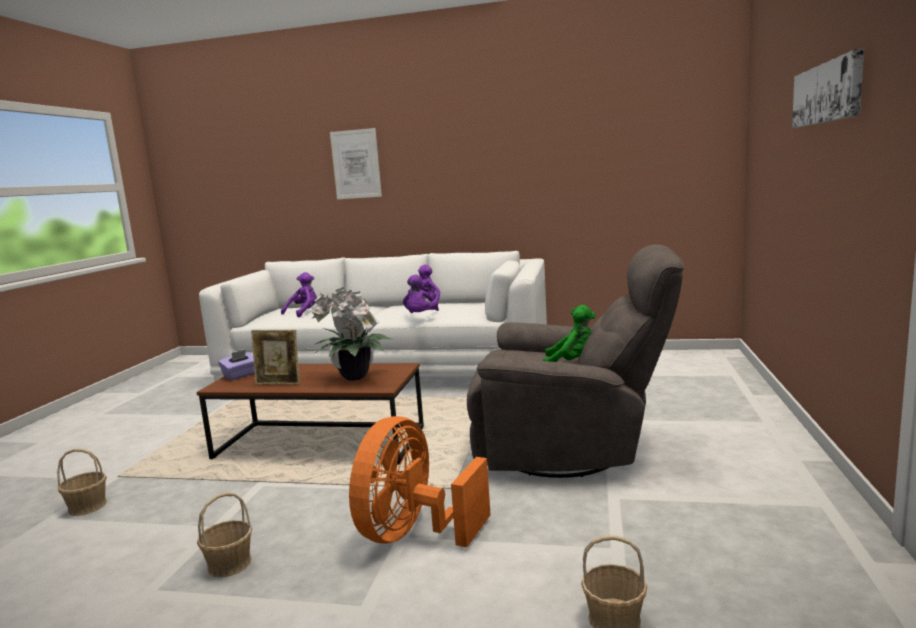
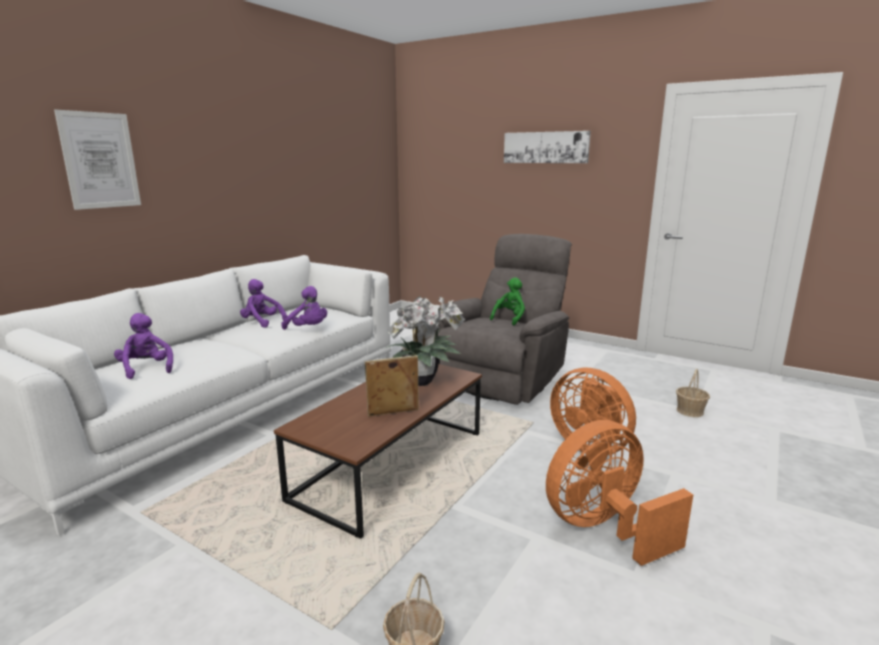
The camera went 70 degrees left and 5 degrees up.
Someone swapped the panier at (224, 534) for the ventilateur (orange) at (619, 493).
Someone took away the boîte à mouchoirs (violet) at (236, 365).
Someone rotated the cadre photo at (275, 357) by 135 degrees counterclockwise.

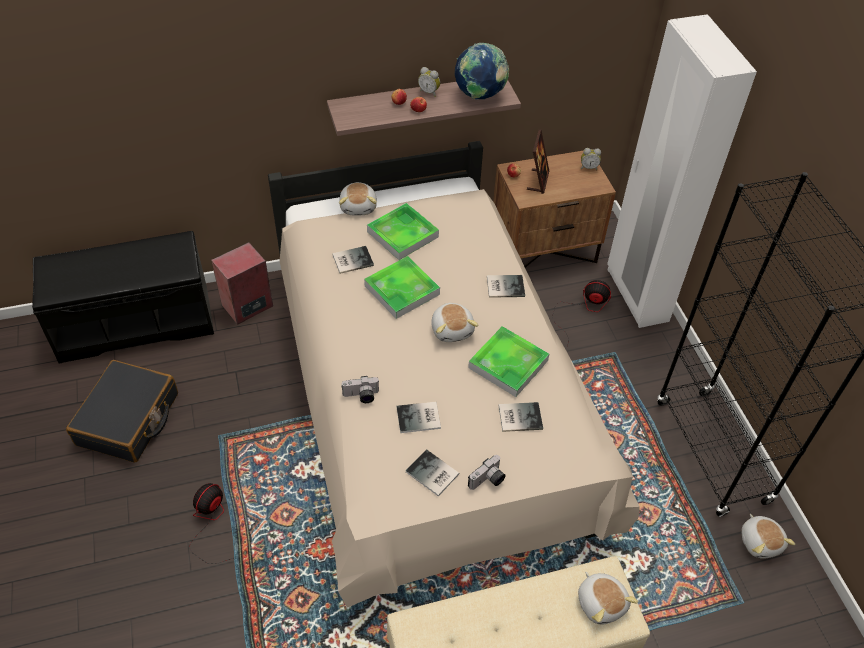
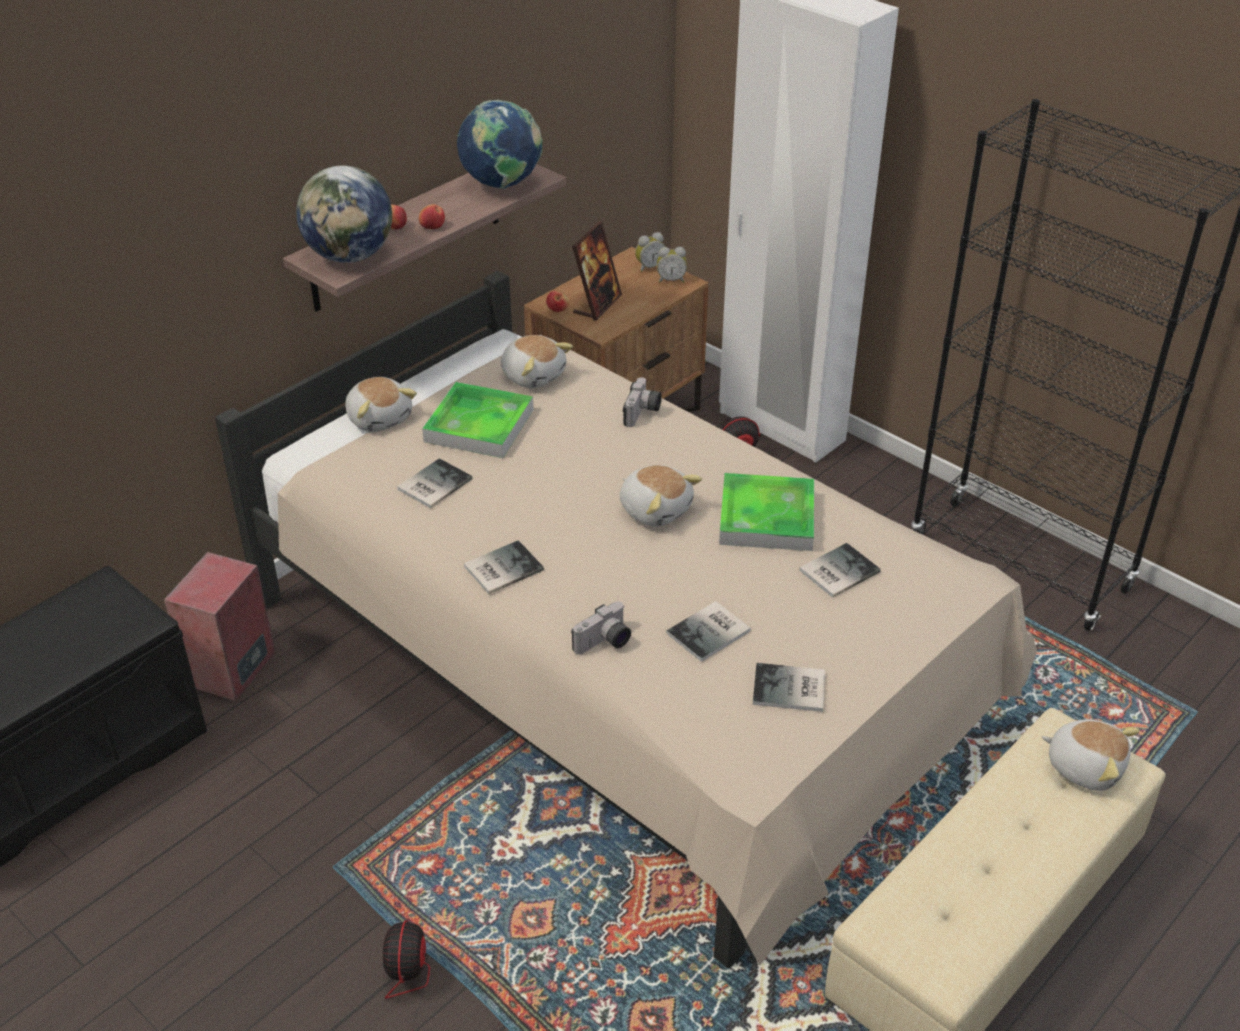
The camera went 30 degrees left and 10 degrees down.
Someone took away the valise (noir) at (122, 411).
Someone took away the plateau at (402, 287).
Someone carried the réveil from (429, 82) to (672, 265).
Someone carried the appareil photo from (487, 472) to (642, 402).
Someone carried the livre from (506, 286) to (504, 567).
Someone rotated the cadre photo at (538, 162) by 45 degrees clockwise.
Someone carried the peluche from (768, 536) to (537, 361).
Someone put down the globe at (344, 214).

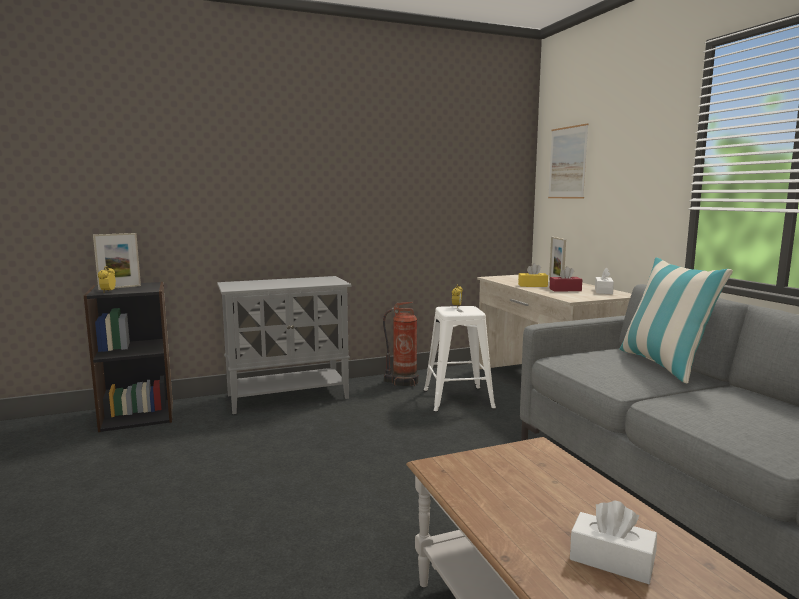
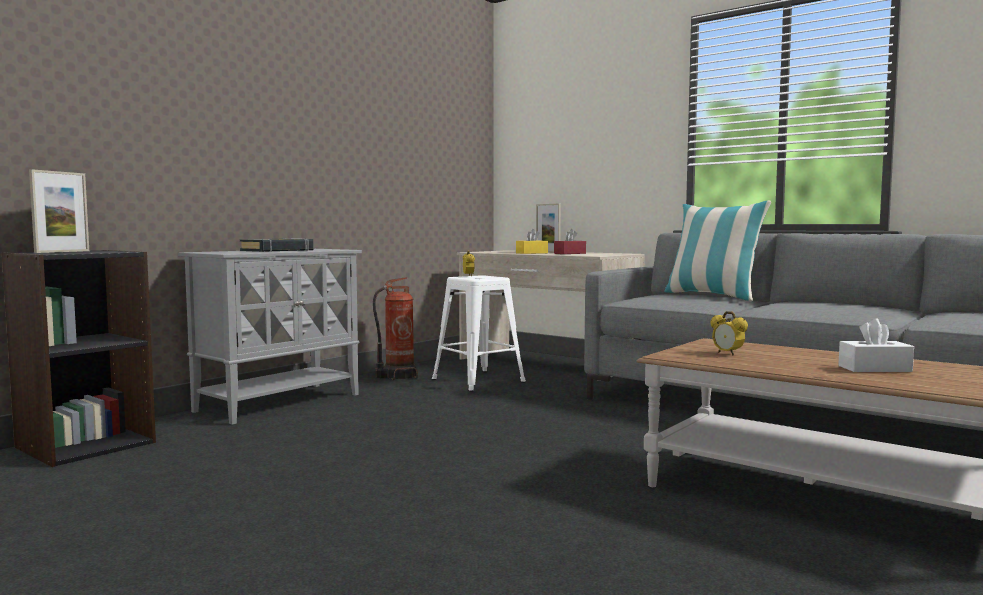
The camera went 30 degrees left and 5 degrees down.
Someone carried the réveil from (107, 279) to (729, 333).
Someone took away the tableau at (568, 161).
Someone took away the boîte à mouchoirs (blanc) at (604, 280).
Someone put down the livre (noir) at (277, 245).

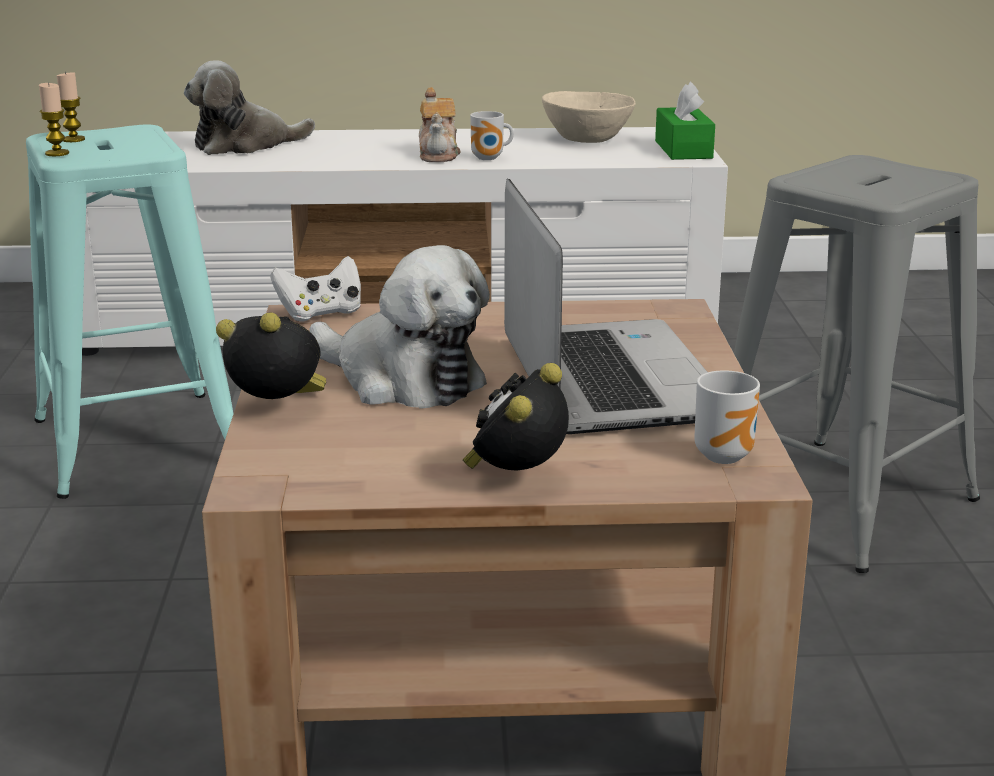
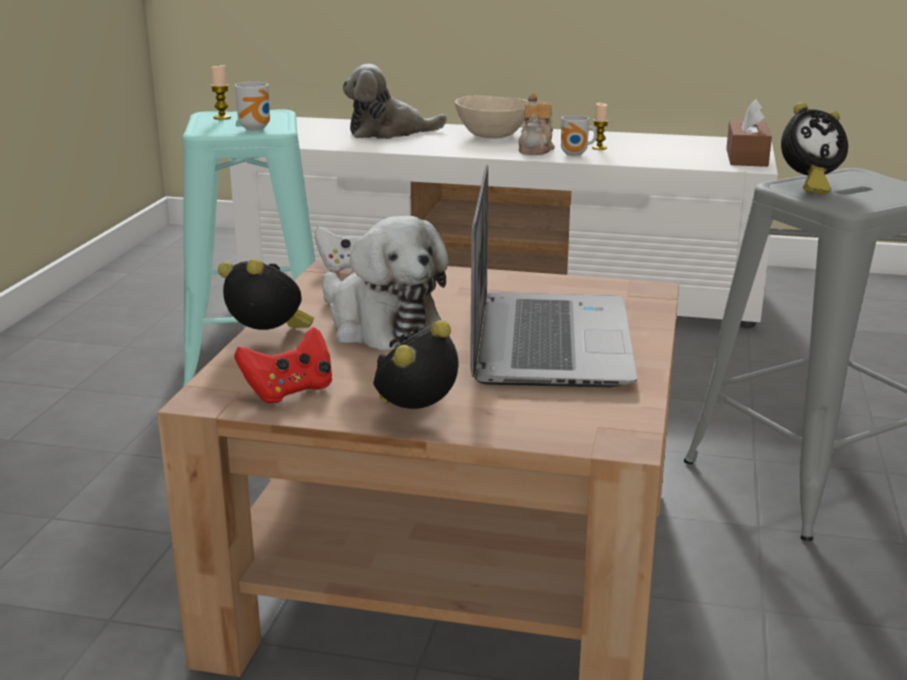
The camera went 15 degrees right and 0 degrees up.
Someone carried the bougie from (54, 119) to (600, 126).
Someone carried the bol (beige) from (589, 117) to (491, 116).
Someone repainted the boîte à mouchoirs (vert) at (685, 121), which became the boîte à mouchoirs (marron) at (749, 133).
Someone carried the mug from (727, 417) to (253, 106).
Someone put down the manette (rouge) at (283, 365).
Someone put down the réveil at (814, 148).

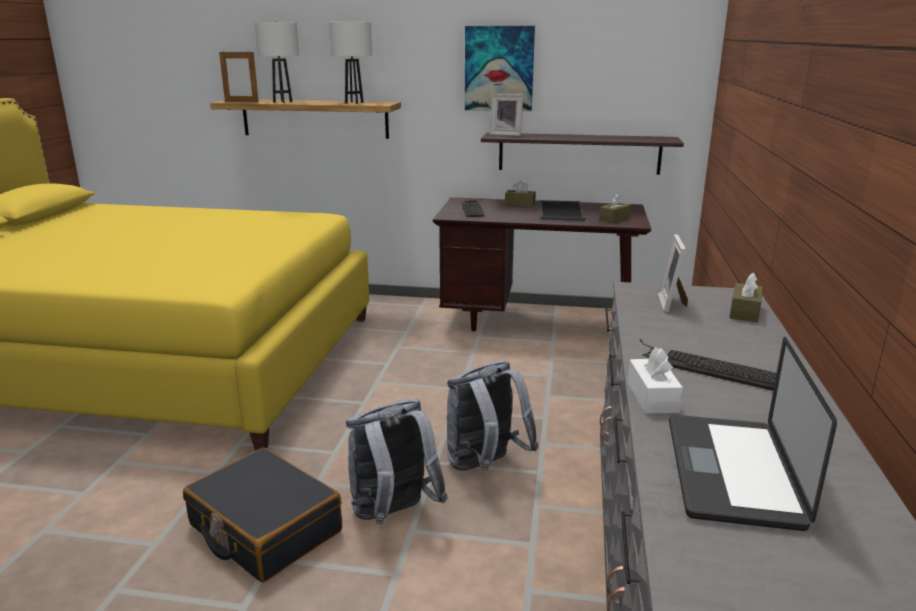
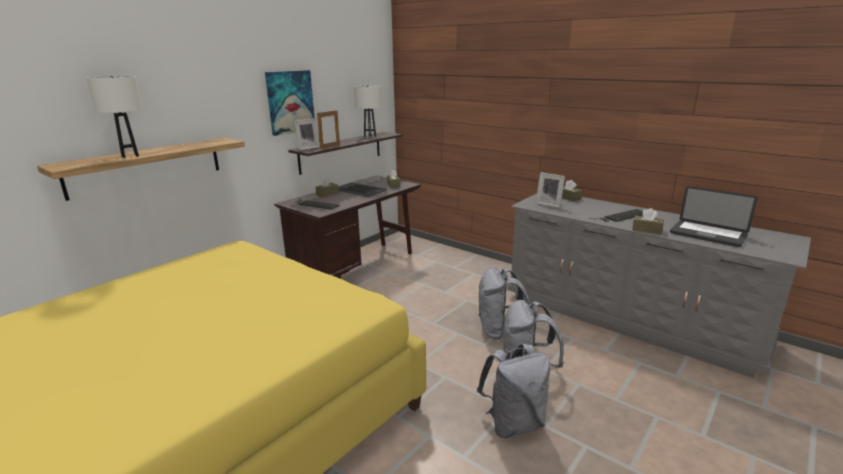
The camera went 60 degrees left and 0 degrees up.
Someone swapped the valise (noir) at (262, 515) for the sac à dos (gris) at (513, 391).
Someone carried the cadre photo from (239, 76) to (328, 129).
Someone carried the lampe de table (blanc) from (350, 62) to (368, 111).
Someone repainted the boîte à mouchoirs (blanc) at (655, 380), which became the boîte à mouchoirs (marron) at (648, 221).

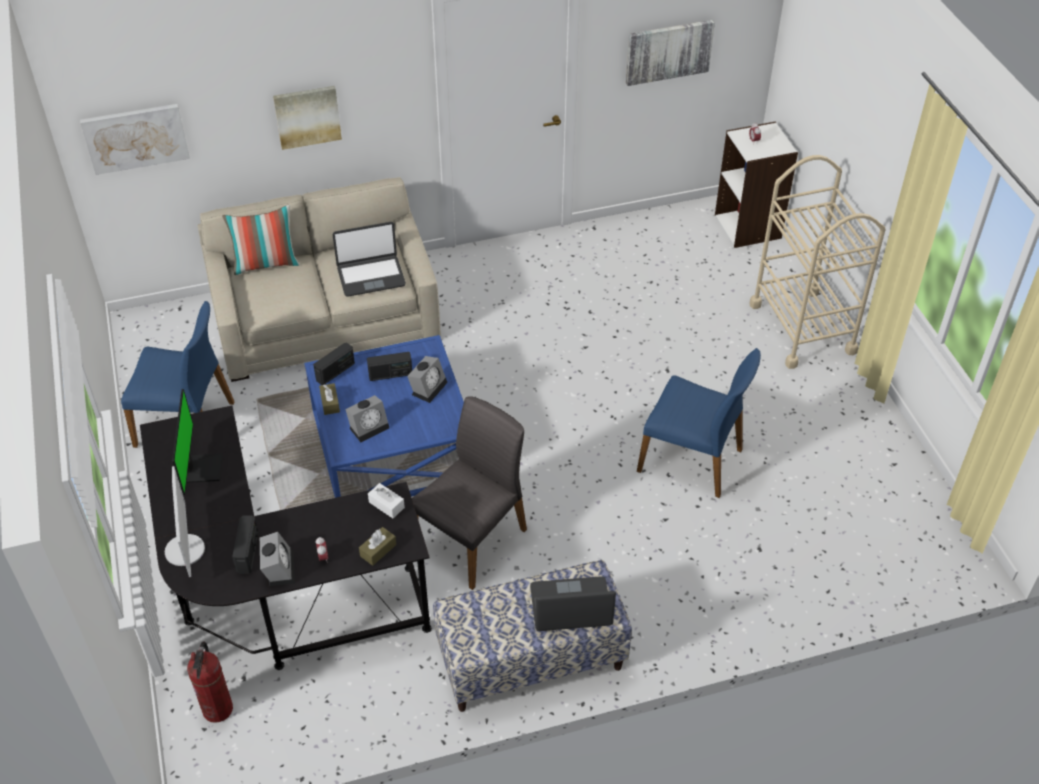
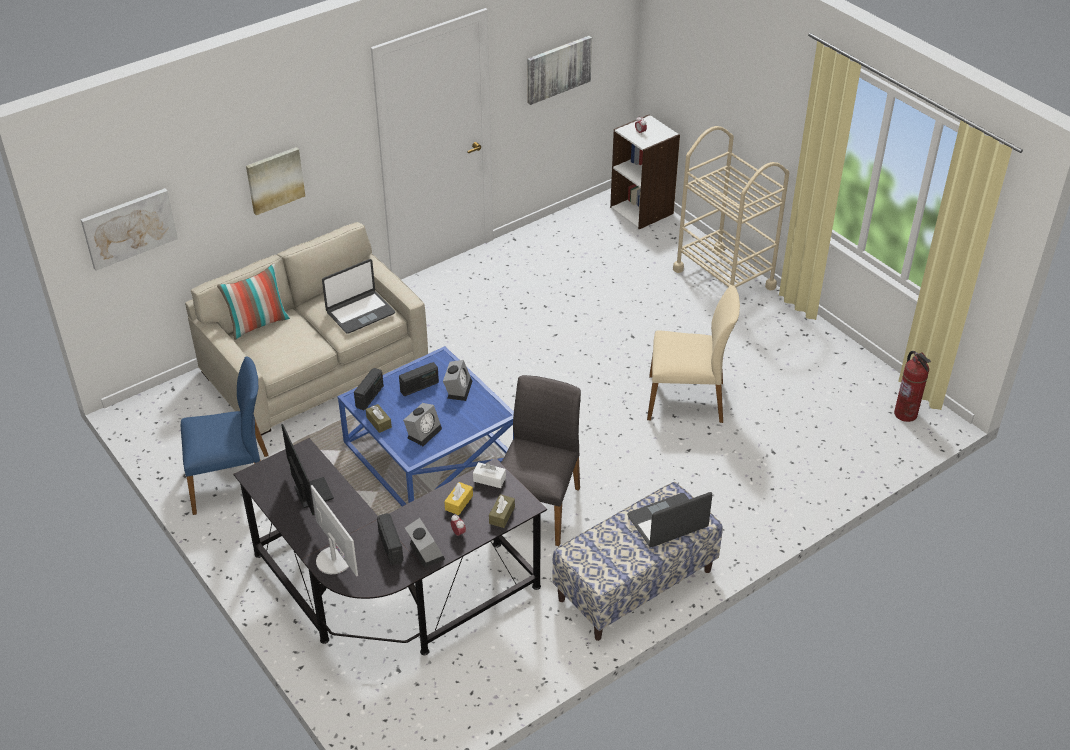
The camera went 20 degrees left and 5 degrees down.
Someone carried the extincteur from (210, 682) to (912, 386).
Someone repainted the chaise (bleu) at (699, 423), which became the chaise (beige) at (693, 354).
Someone put down the boîte à mouchoirs (jaune) at (458, 498).

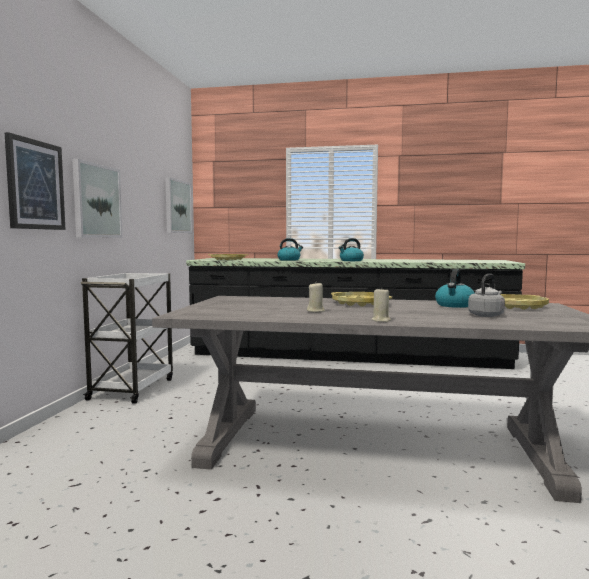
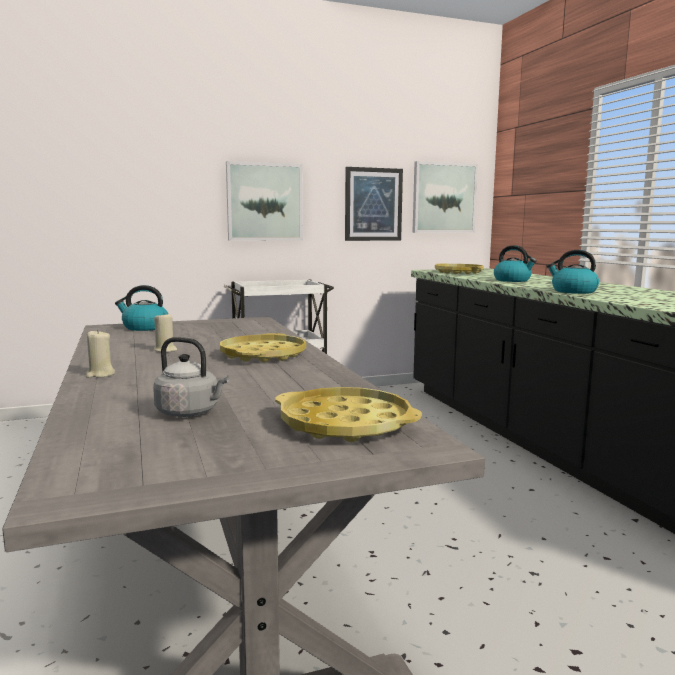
The camera went 60 degrees right and 5 degrees up.
Someone carried the tableau from (34, 181) to (374, 204).
Someone carried the bouilloire from (455, 288) to (141, 308).

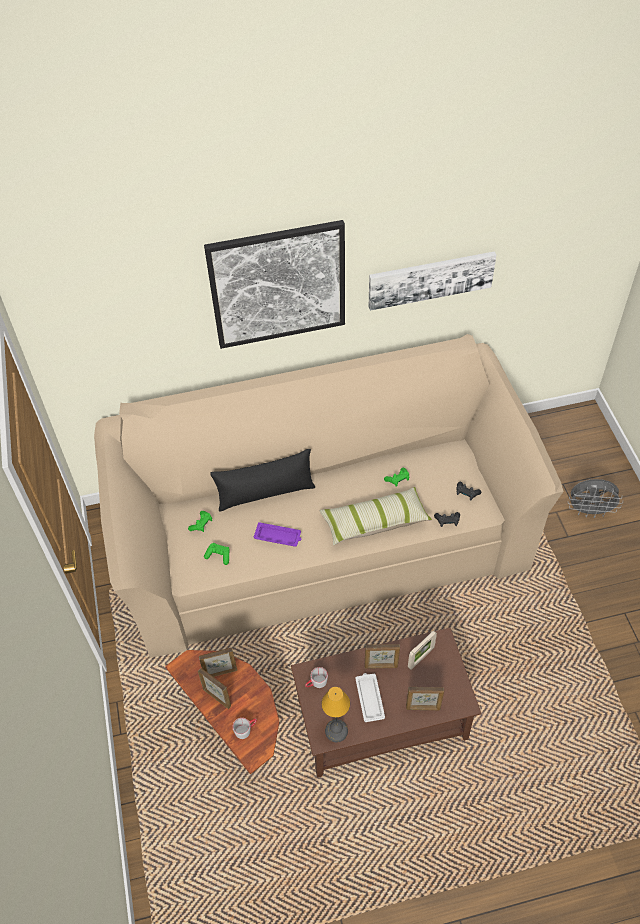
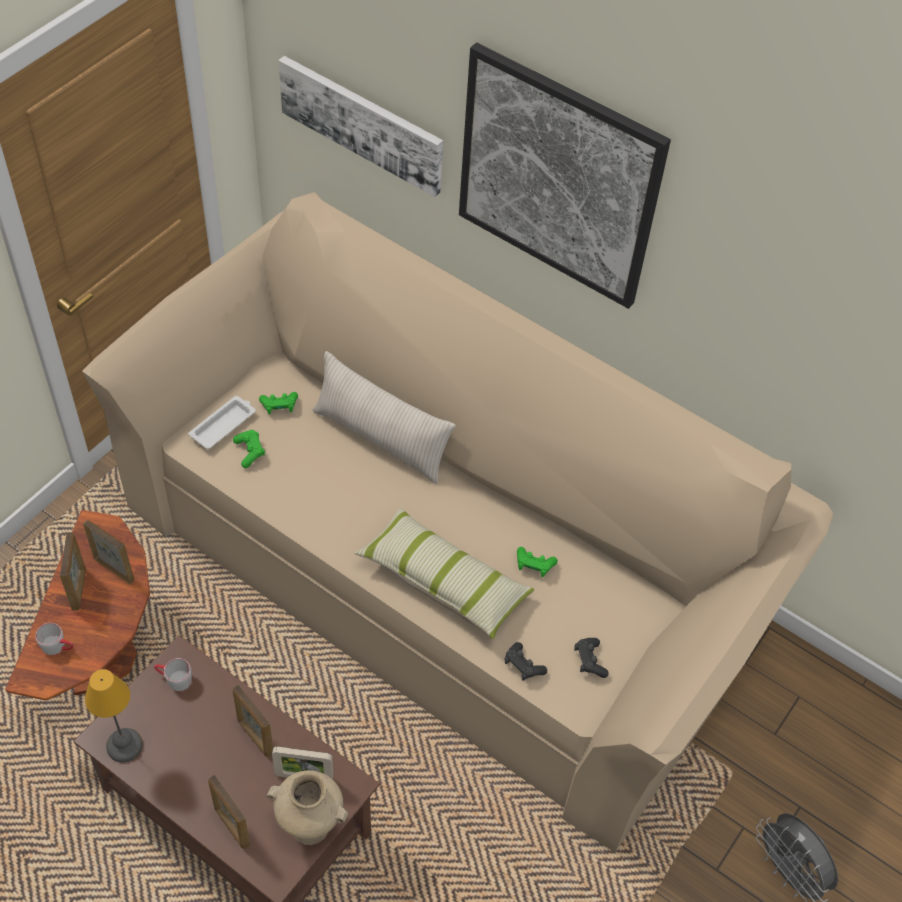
The camera went 45 degrees right and 0 degrees up.
Someone repainted the coussin (noir) at (262, 480), which became the coussin (beige) at (384, 417).
Someone took away the plateau (violet) at (277, 534).
Someone carried the plateau (blanc) from (370, 697) to (222, 422).
Someone carried the tableau from (432, 281) to (360, 126).
Someone put down the vase (beige) at (308, 807).

